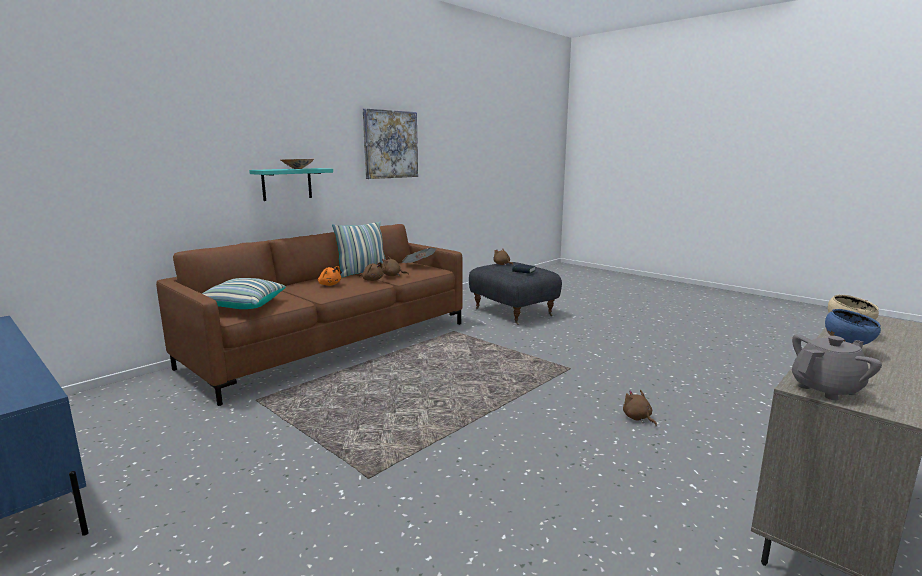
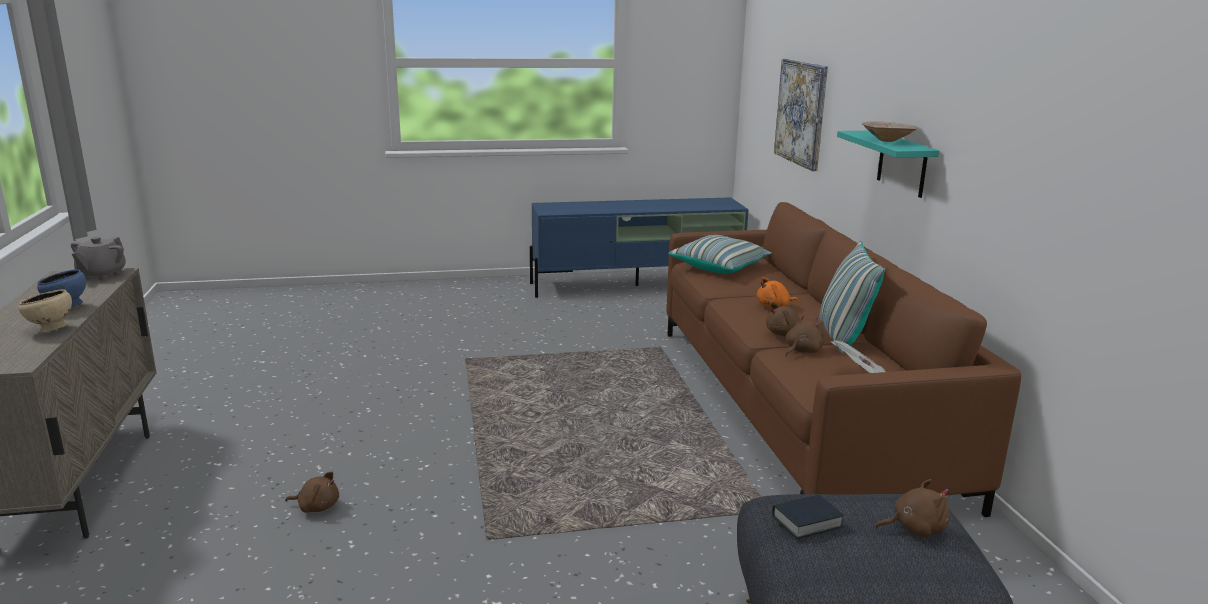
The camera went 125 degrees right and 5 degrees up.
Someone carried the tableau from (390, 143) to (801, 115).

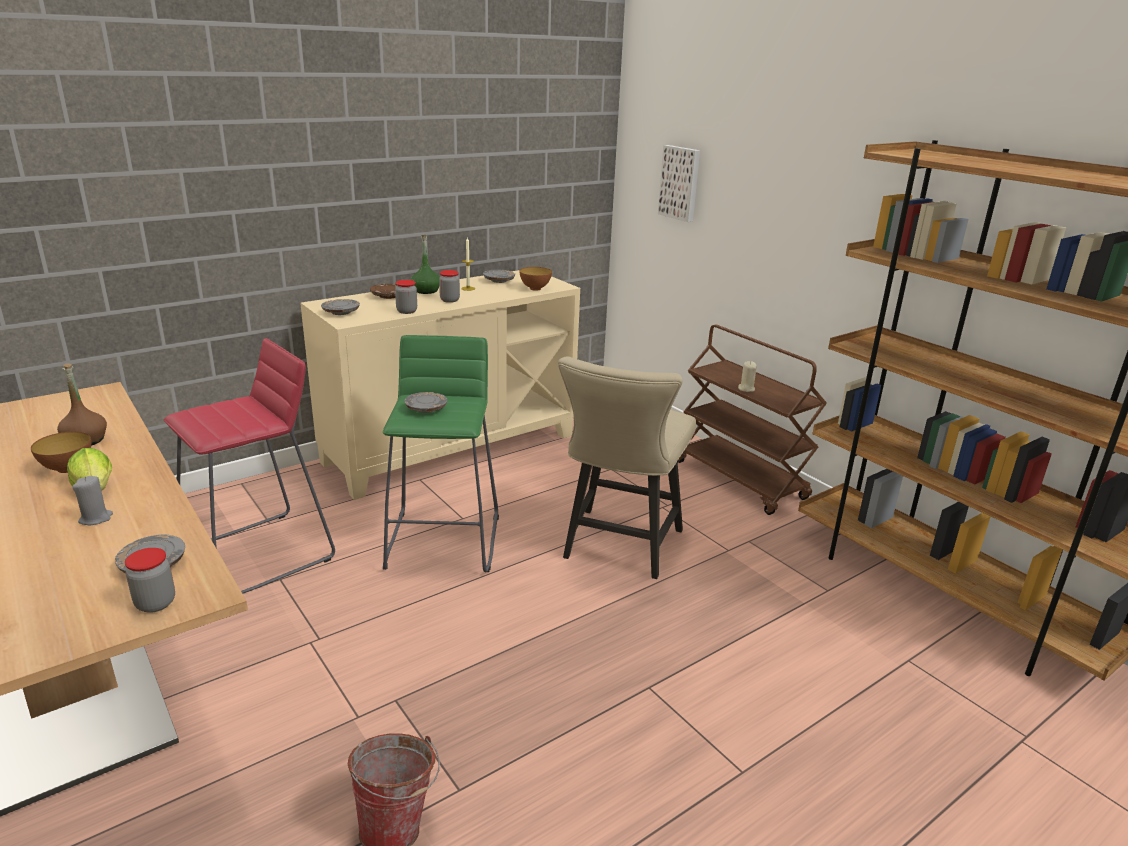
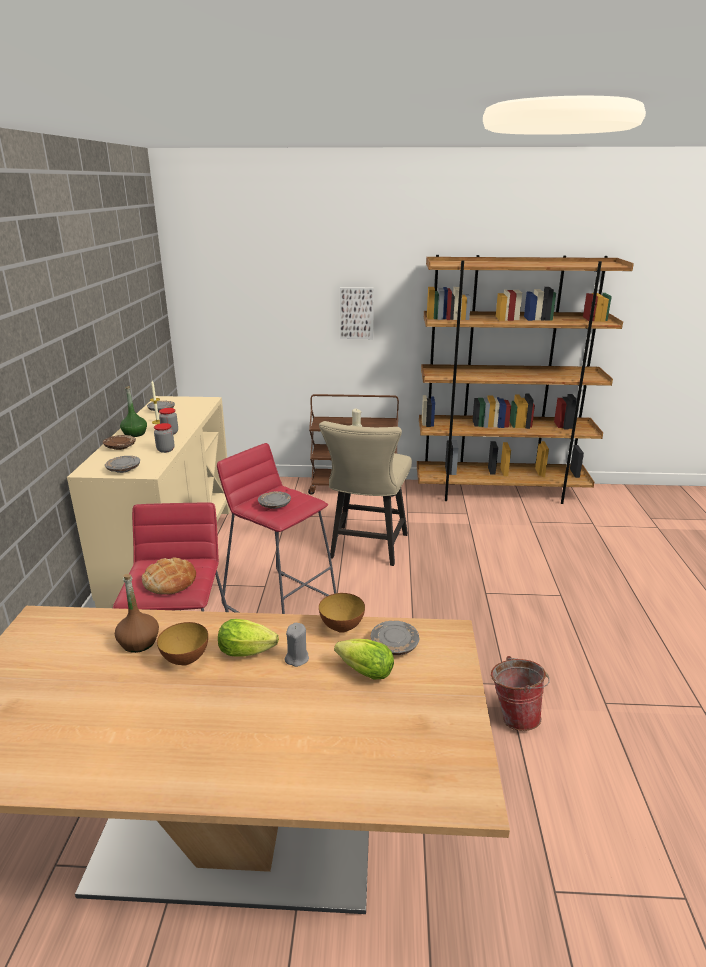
The camera went 50 degrees left and 0 degrees up.
Someone took away the bocal at (150, 580).
Someone repainted the tabouret (vert) at (441, 453), which became the tabouret (rouge) at (276, 528).
Someone carried the bol from (535, 279) to (342, 613).
Someone rotated the chaise (beige) at (627, 468) by 45 degrees clockwise.
Someone carried the tableau from (679, 183) to (357, 313).
Someone put down the pain at (169, 576).
Someone put down the laitue at (364, 659).

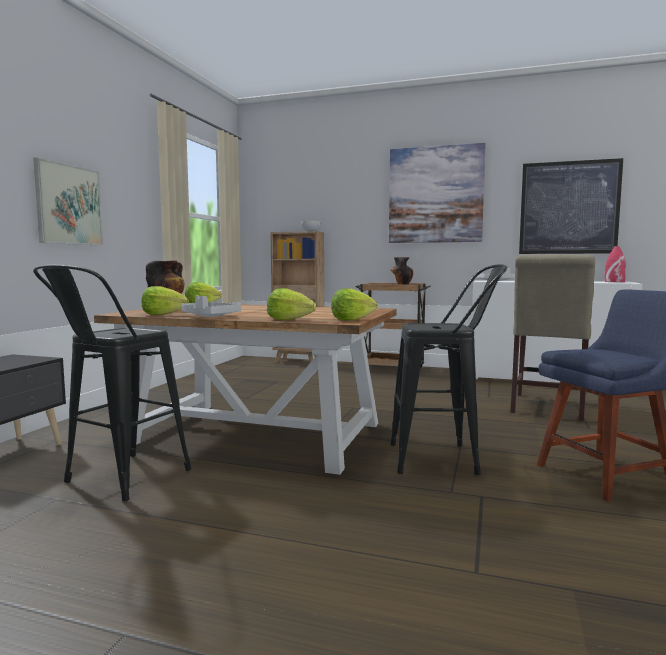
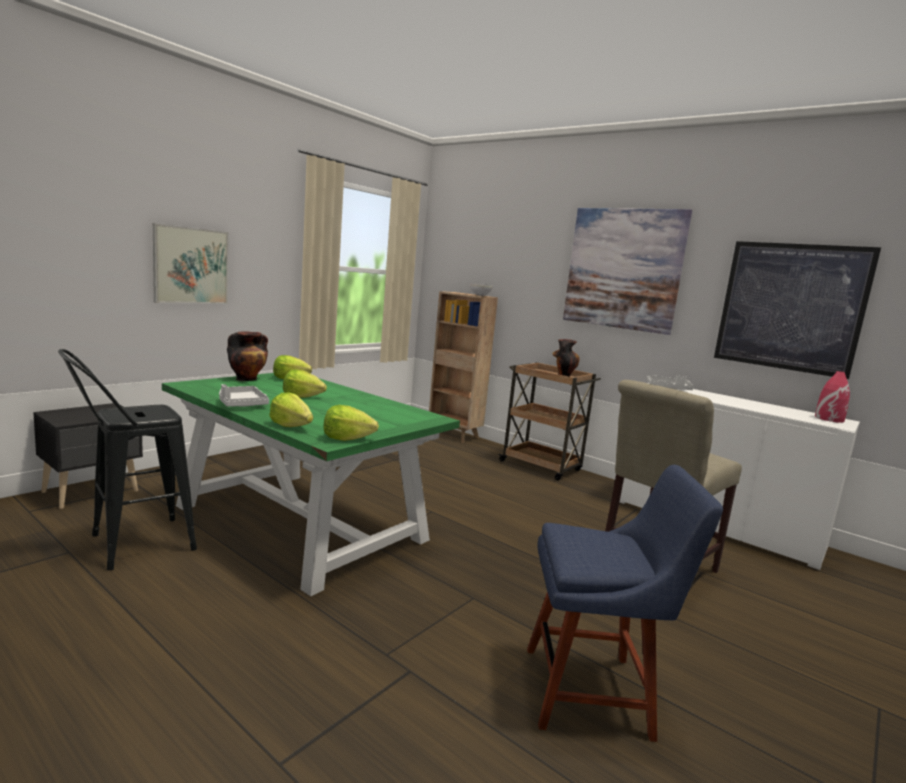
The camera went 20 degrees right and 5 degrees up.
Someone repainted the table à manger (marron) at (245, 390), which became the table à manger (vert) at (311, 484).
Someone carried the laitue from (165, 300) to (305, 384).
Someone took away the tabouret (noir) at (449, 369).

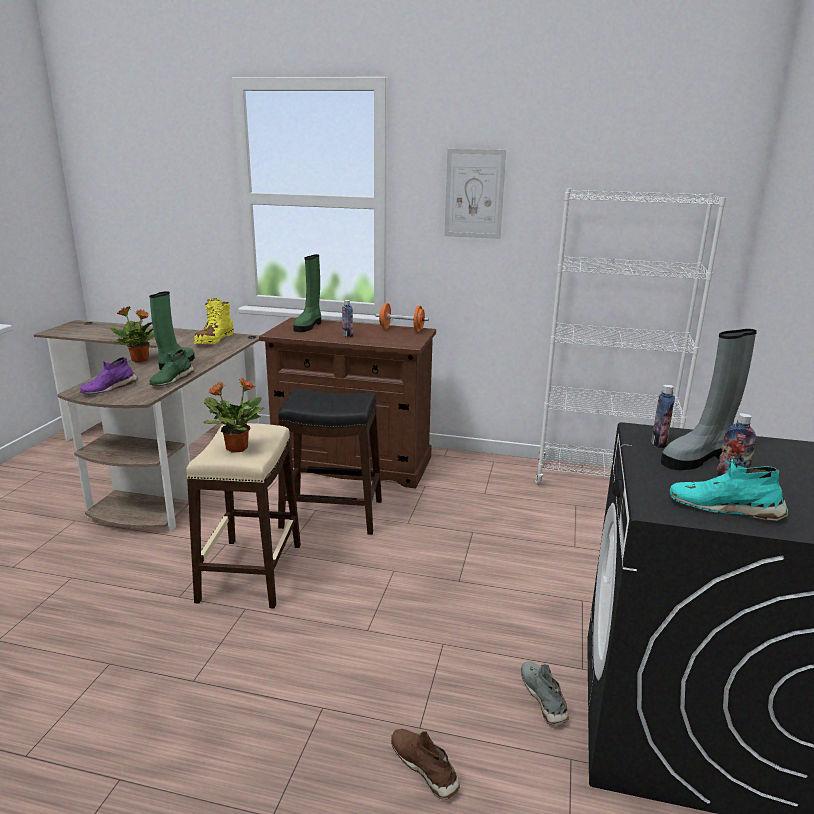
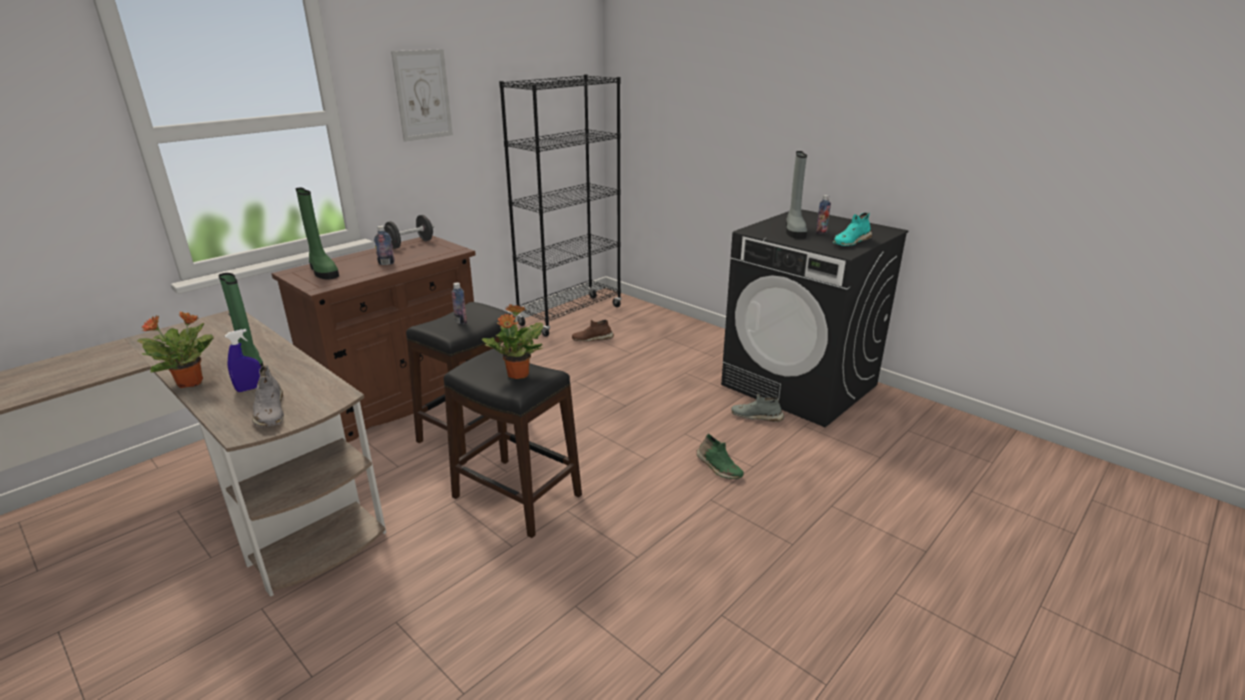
The camera went 60 degrees left and 5 degrees up.
Someone repainted the chaussure (violet) at (109, 376), which became the chaussure (gris) at (268, 396).
Someone carried the chaussure (vert) from (172, 367) to (720, 456).
Someone repainted the tabouret (beige) at (243, 516), which became the tabouret (noir) at (513, 443).
Someone took away the botte (jaune) at (213, 321).
Someone repainted the haltère (orange) at (402, 317), which became the haltère (noir) at (409, 232).
Someone carried the chaussure (marron) from (425, 764) to (593, 330).
Someone repainted the bibliothèque (blanc) at (630, 336), which became the bibliothèque (noir) at (560, 205).
Someone carried the bouteille from (663, 416) to (459, 303).
Someone put down the vaporisateur (bleu) at (243, 360).

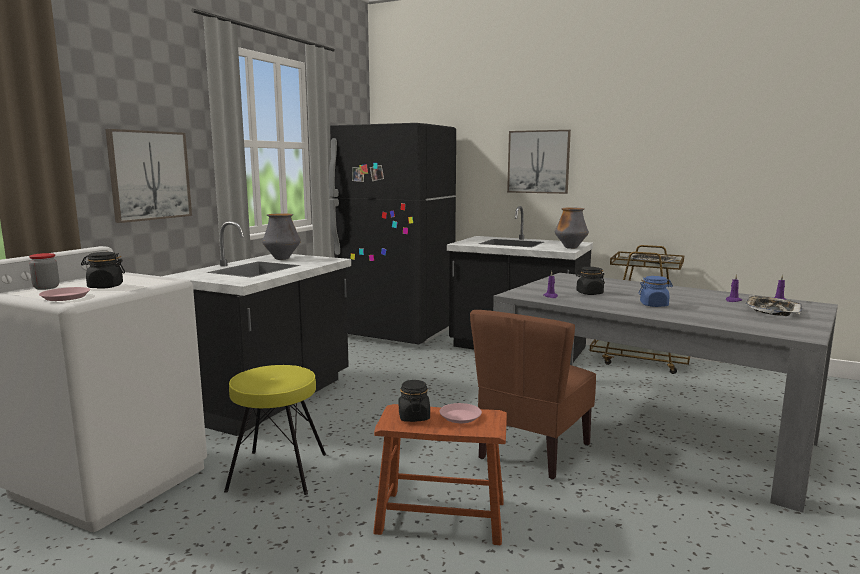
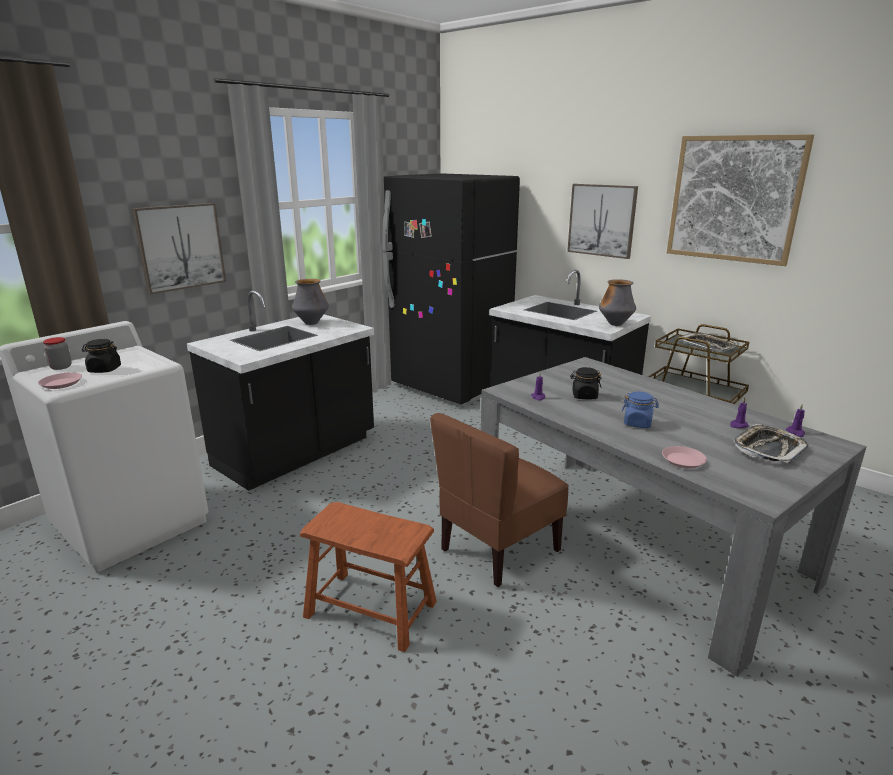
The camera went 15 degrees right and 10 degrees up.
Someone took away the tabouret (jaune) at (275, 430).
Someone took away the bocal (noir) at (414, 401).
Someone carried the assiette (rose) from (460, 413) to (684, 457).
Someone put up the tableau at (740, 200).

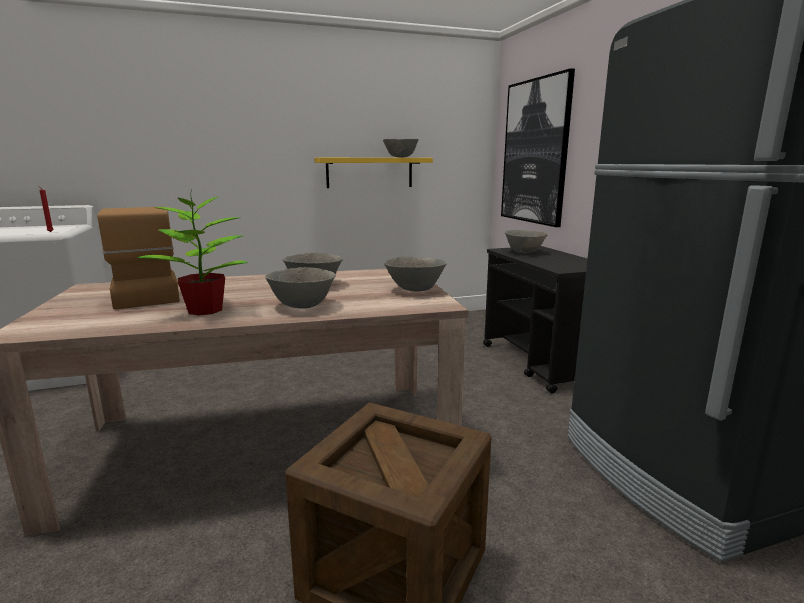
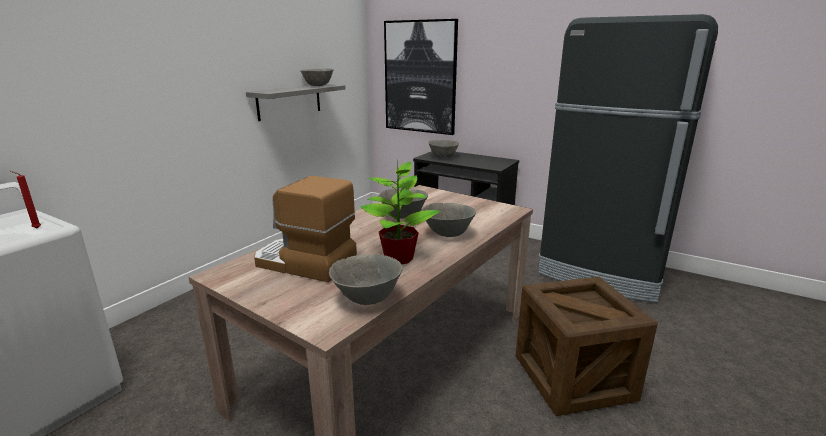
The camera went 40 degrees left and 5 degrees up.
Someone repainted the étagère (jaune) at (373, 173), which became the étagère (gris) at (295, 102).
Someone carried the bol (gris) from (415, 274) to (365, 279).

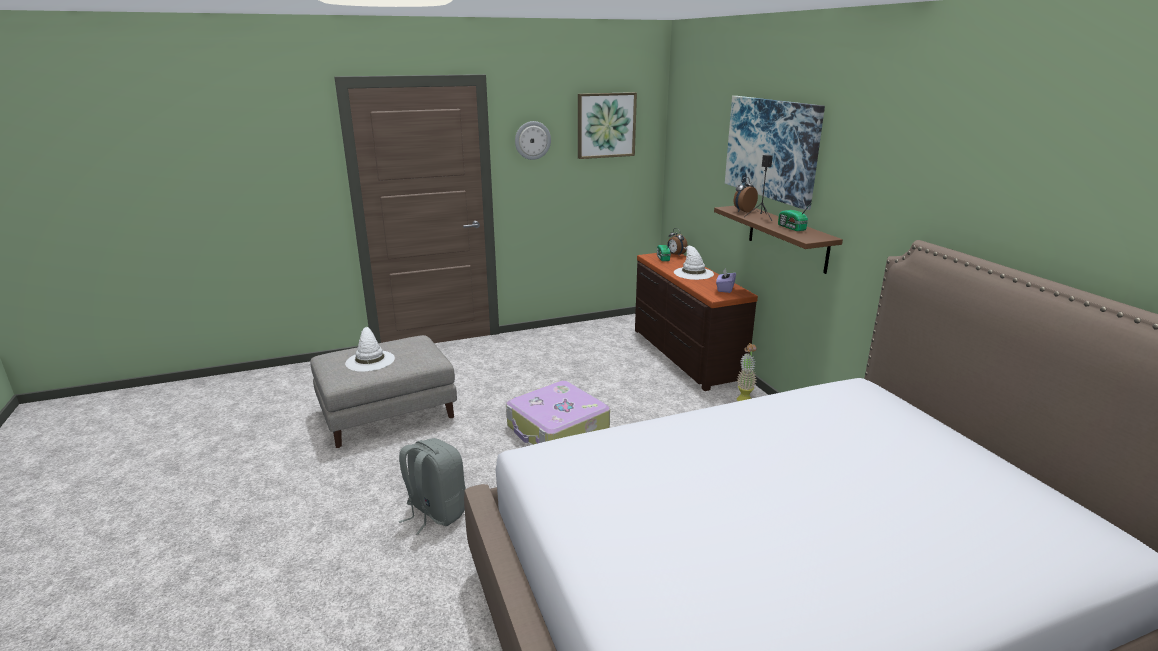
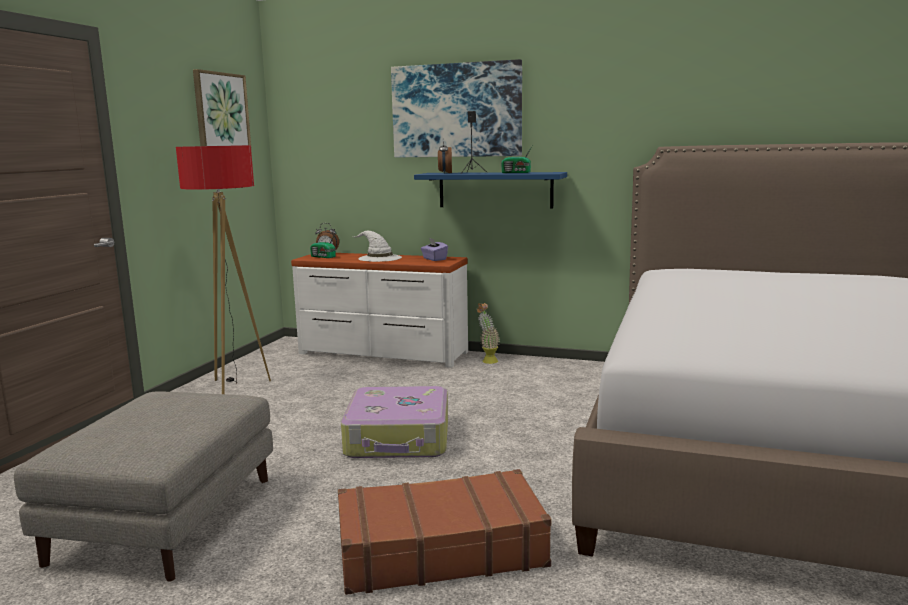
The camera went 50 degrees left and 10 degrees down.
Someone took away the chapeau (blanc) at (370, 349).
Someone swapped the sac à dos (gris) at (432, 486) for the valise (marron) at (445, 532).
Someone took away the horloge murale at (533, 140).
Someone repainted the commode (marron) at (696, 322), which became the commode (blanc) at (379, 310).
Someone repainted the étagère (marron) at (778, 240), which became the étagère (bleu) at (490, 190).
Someone put down the lampadaire at (223, 269).

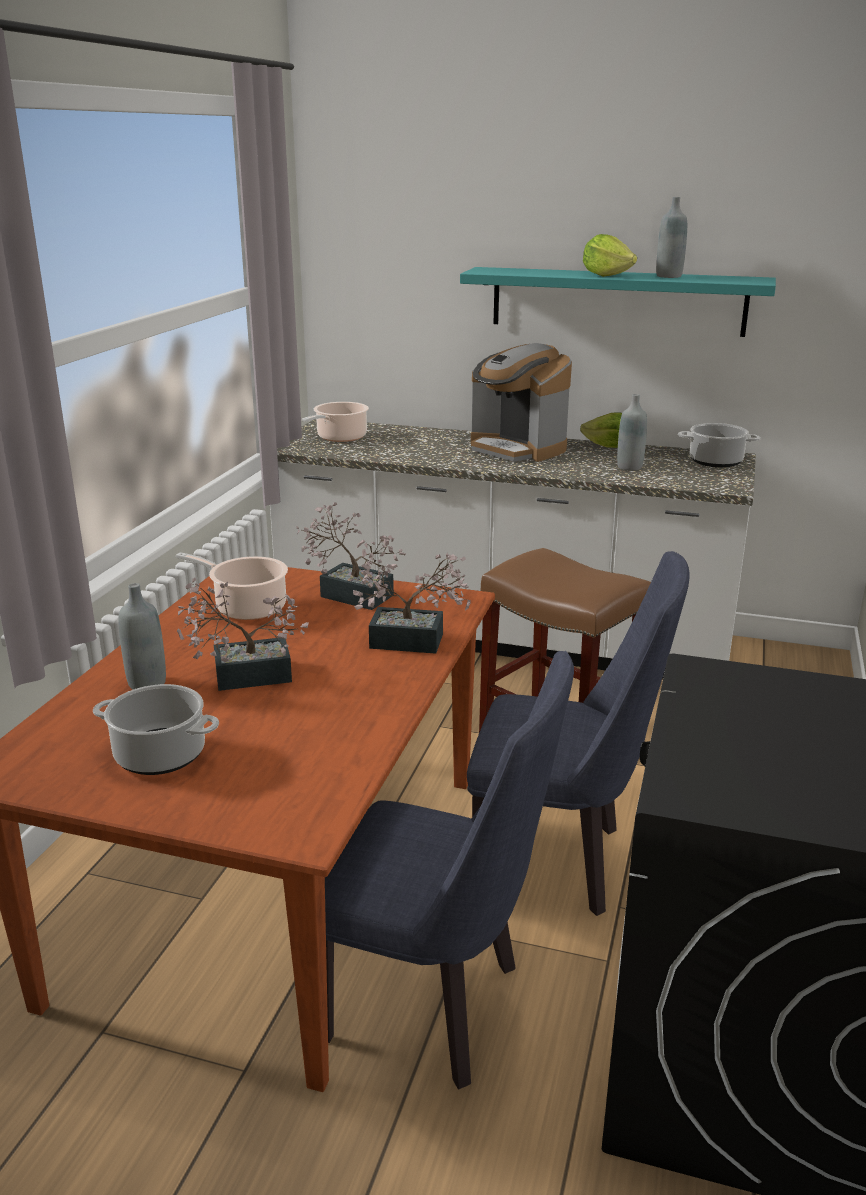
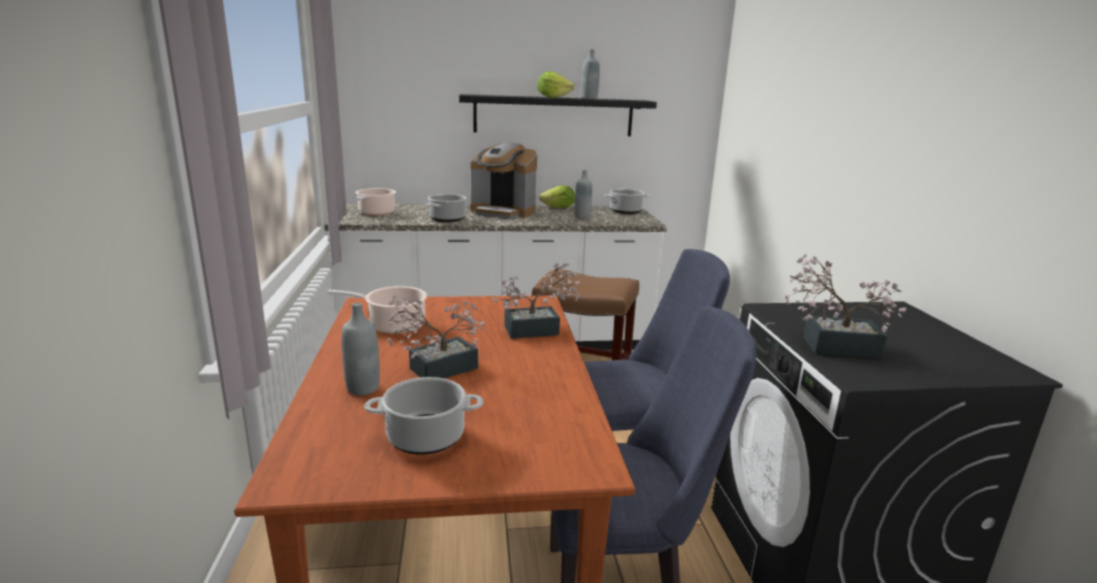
The camera went 25 degrees left and 5 degrees down.
Someone carried the plante en pot from (351, 556) to (845, 306).
Someone repainted the étagère (turquoise) at (618, 302), which became the étagère (noir) at (558, 115).
Someone put down the marmite at (447, 208).

